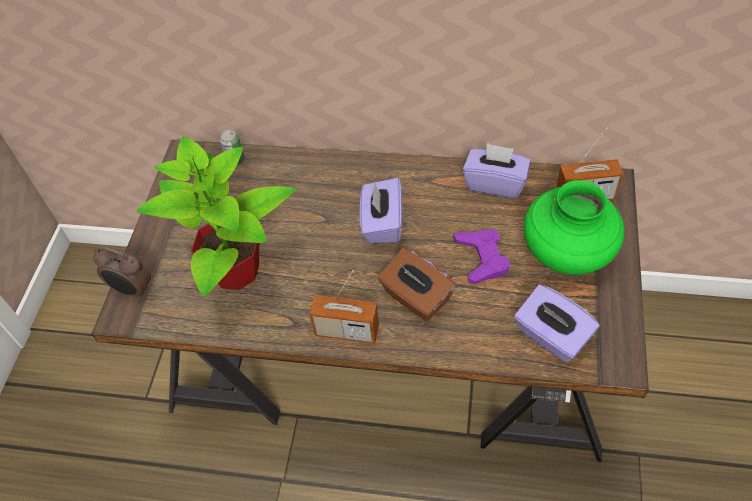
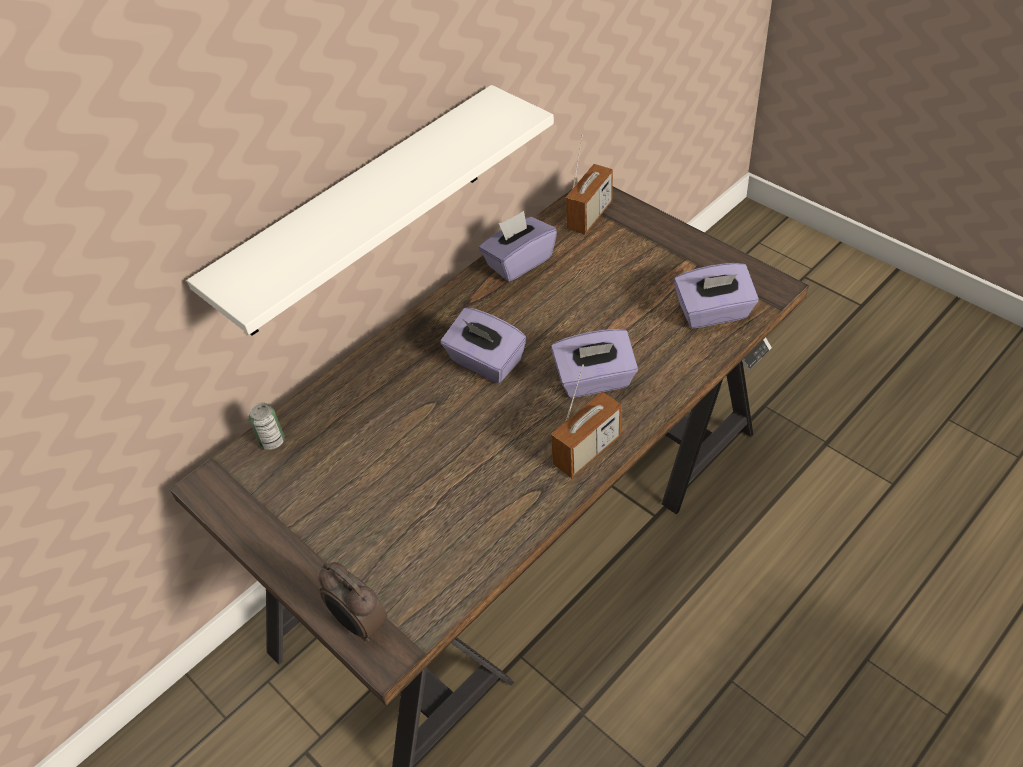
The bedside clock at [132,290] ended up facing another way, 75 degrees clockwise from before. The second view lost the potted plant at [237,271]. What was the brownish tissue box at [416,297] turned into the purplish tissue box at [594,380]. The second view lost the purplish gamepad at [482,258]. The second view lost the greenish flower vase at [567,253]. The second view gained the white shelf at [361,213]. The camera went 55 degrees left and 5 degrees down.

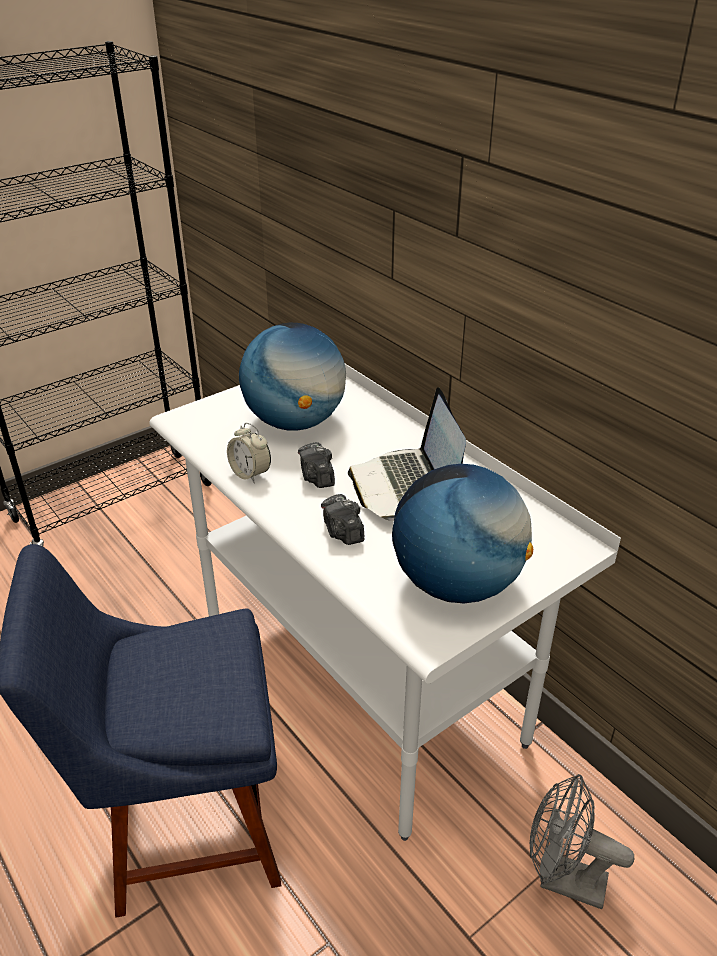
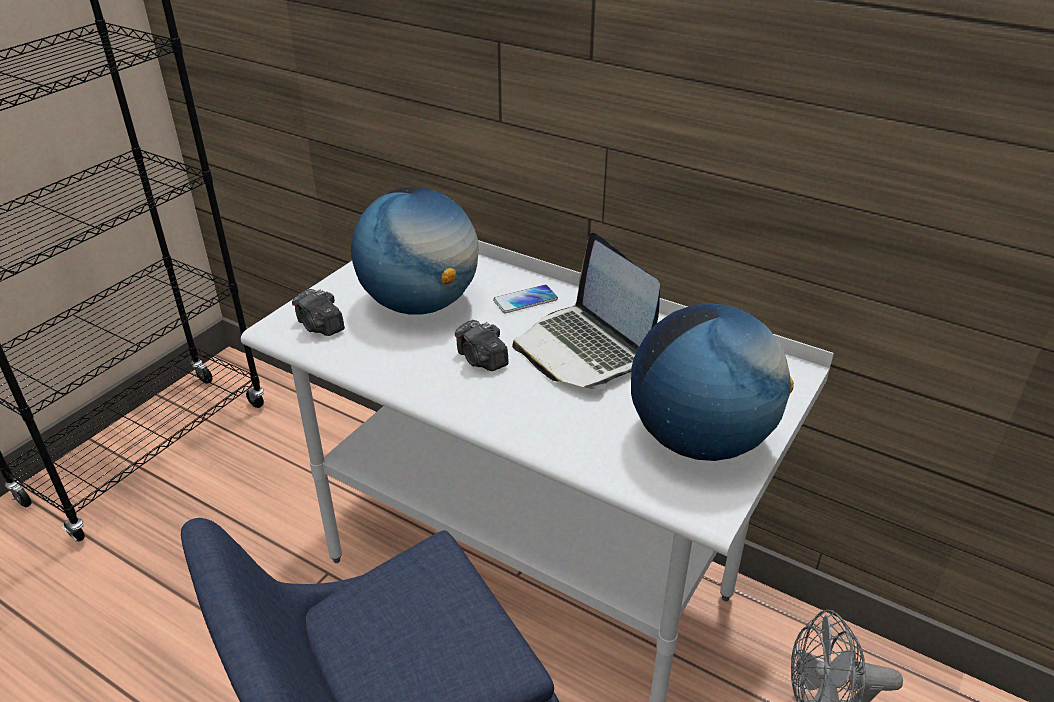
The second view lost the bedside clock at [250,473]. The photo camera ended up elsewhere, having gone from [342,532] to [320,326]. The second view gained the telephone at [525,300]. The camera went 20 degrees left and 0 degrees up.

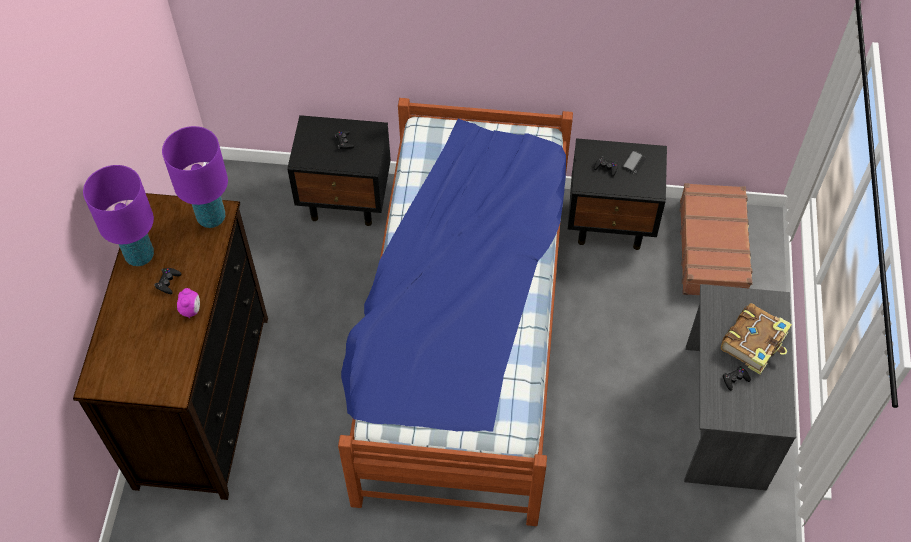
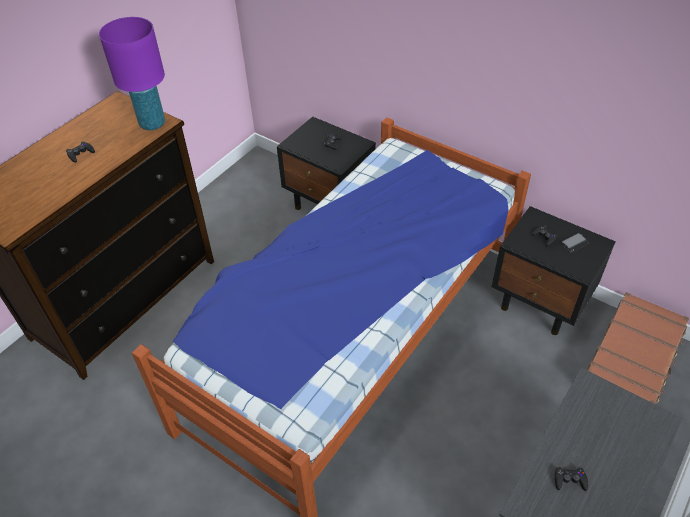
The second view lost the purplish tabletop lamp at [139,255]. The second view lost the bedside clock at [191,310]. The second view lost the book at [754,342]. The camera went 30 degrees right and 10 degrees down.

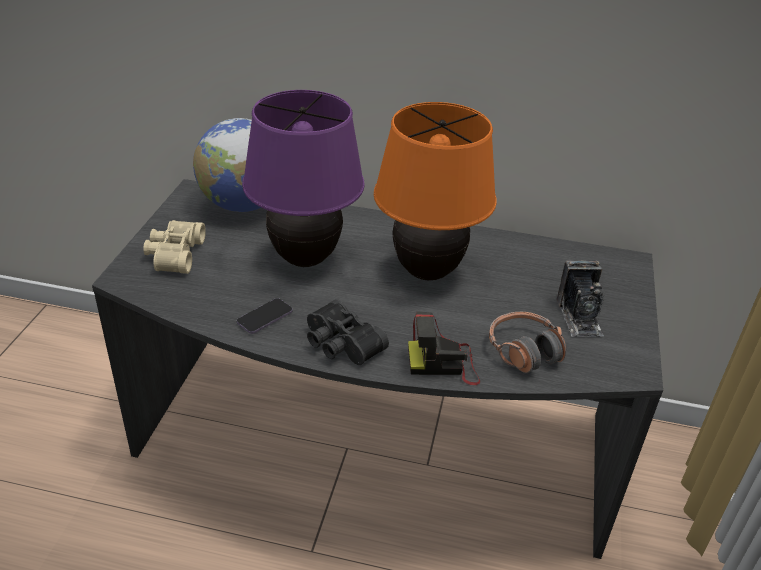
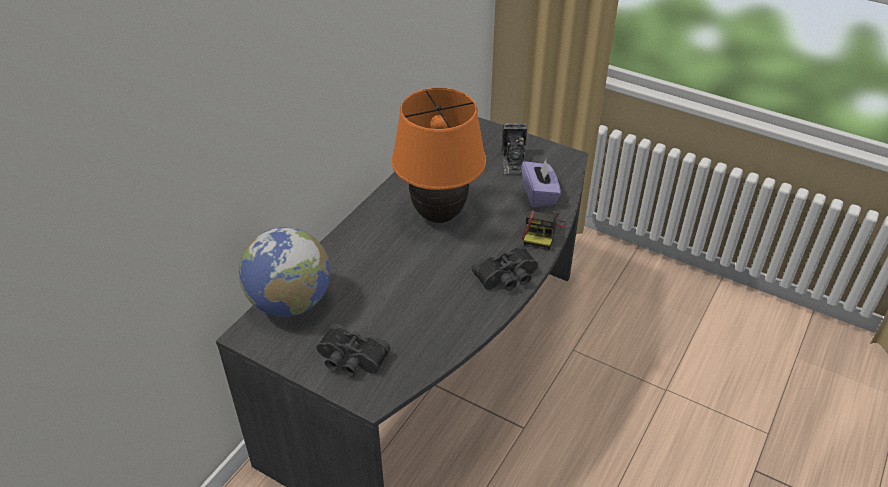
What was the sand-coloured field glasses at [174,254] turned into the black field glasses at [350,360]. The second view lost the telephone at [265,317]. The second view lost the purplish tabletop lamp at [305,258]. Where the headset stood at [524,350], the purplish tissue box came to stand at [539,194]. The photo camera at [579,317] ended up facing another way, 75 degrees clockwise from before. The camera went 70 degrees left and 5 degrees up.

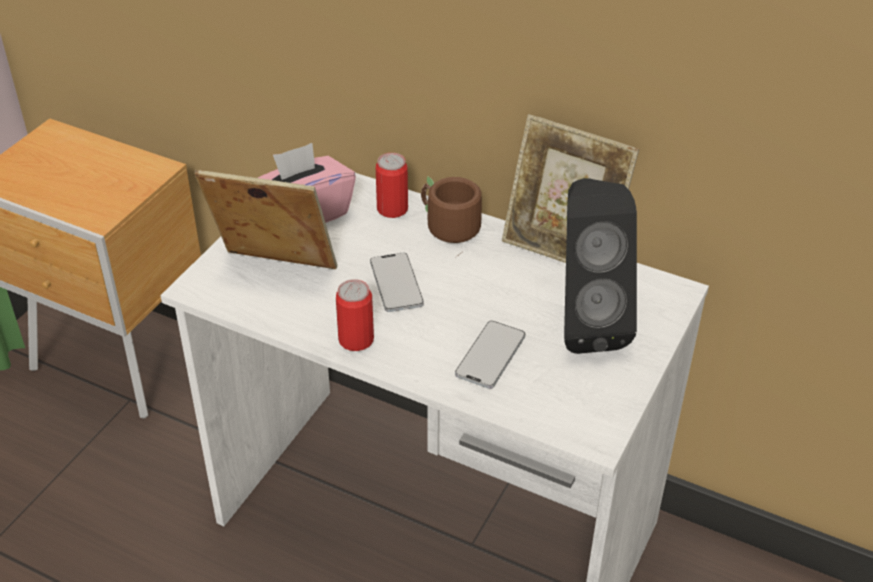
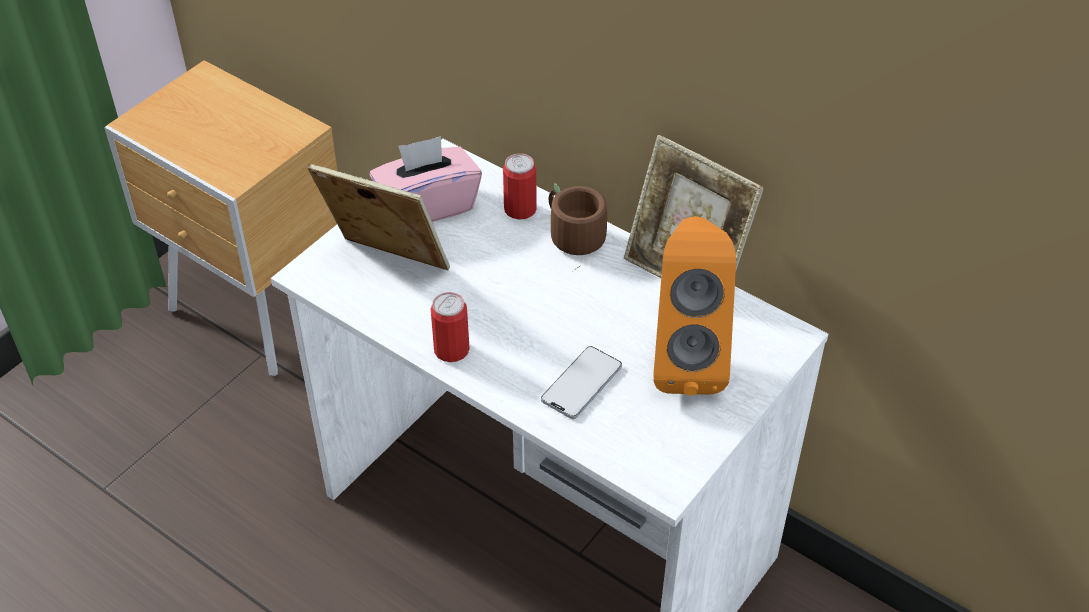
The second view lost the telephone at [396,283]. What was the black audio speaker at [584,323] turned into the orange audio speaker at [686,360]. The camera went 10 degrees right and 5 degrees up.

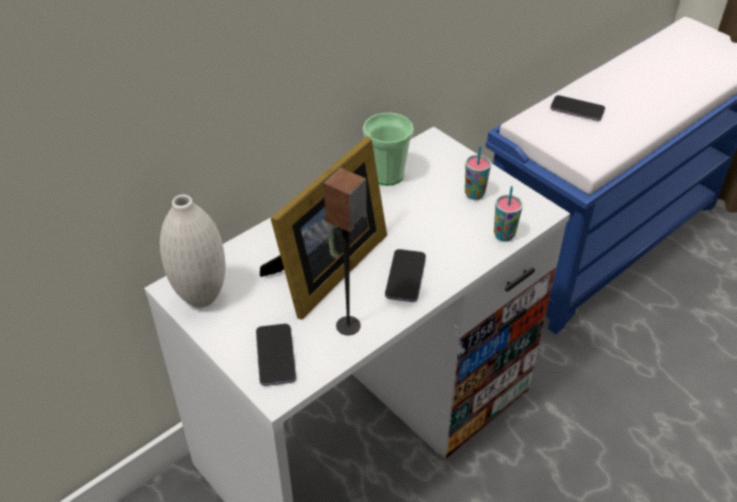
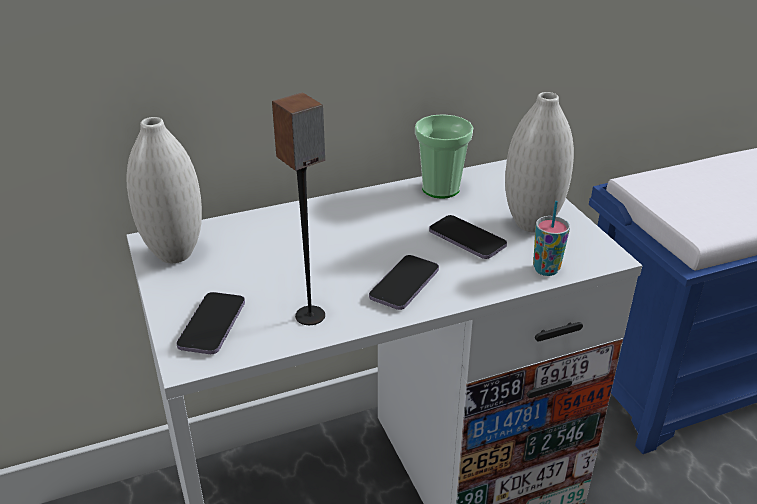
The second view lost the standing frame at [326,270]. Where the small cup stood at [474,194], the white flower vase came to stand at [531,224]. The telephone ended up elsewhere, having gone from [577,110] to [467,239]. The camera went 20 degrees right and 10 degrees down.

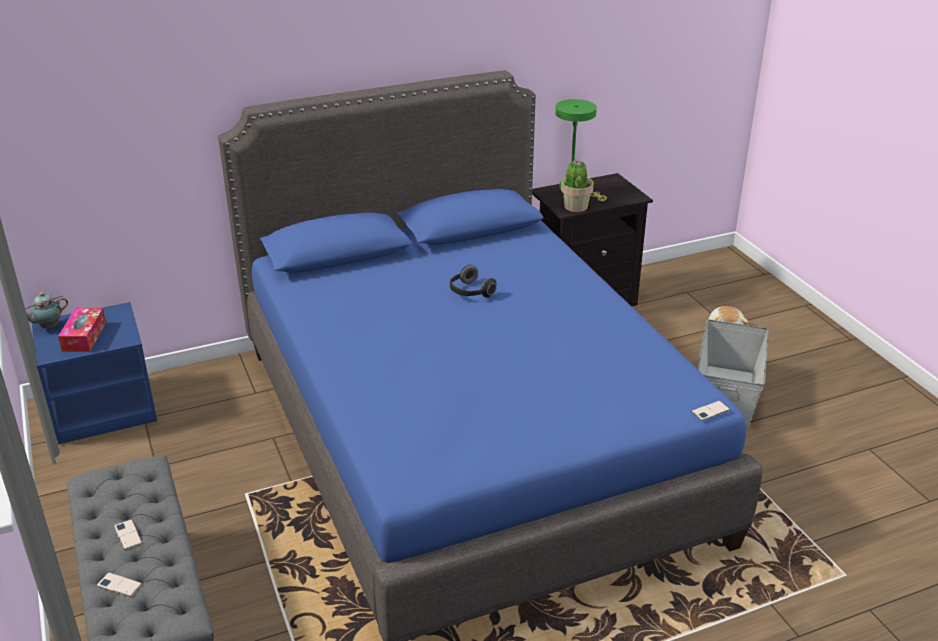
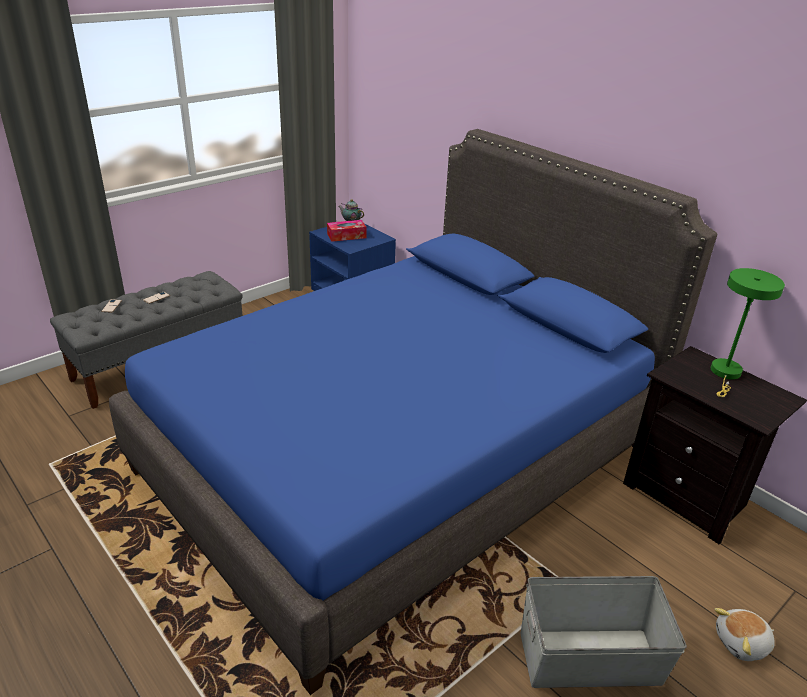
The second view lost the headset at [470,292]. The second view lost the potted plant at [575,207]. The second view lost the telephone at [710,411]. The camera went 70 degrees right and 0 degrees up.

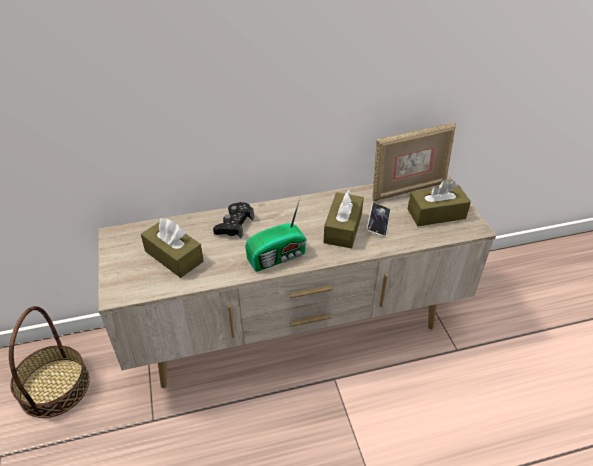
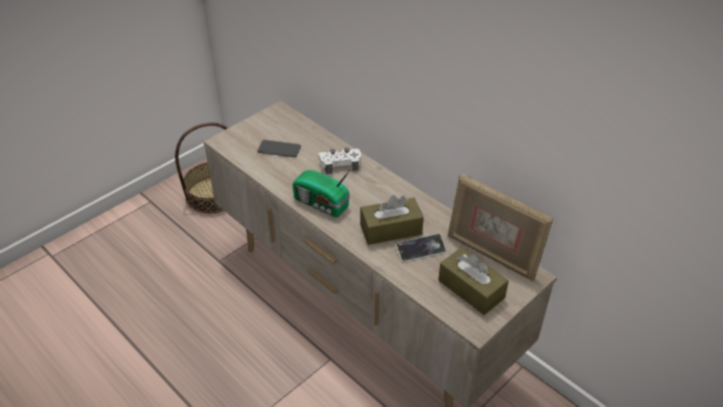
Where the brownish tissue box stood at [174,256], the telephone came to stand at [279,149]. What was the black gamepad at [234,224] turned into the white gamepad at [340,164]. The camera went 60 degrees right and 0 degrees up.

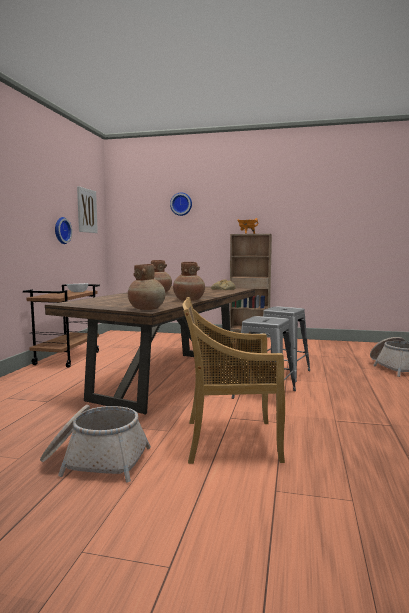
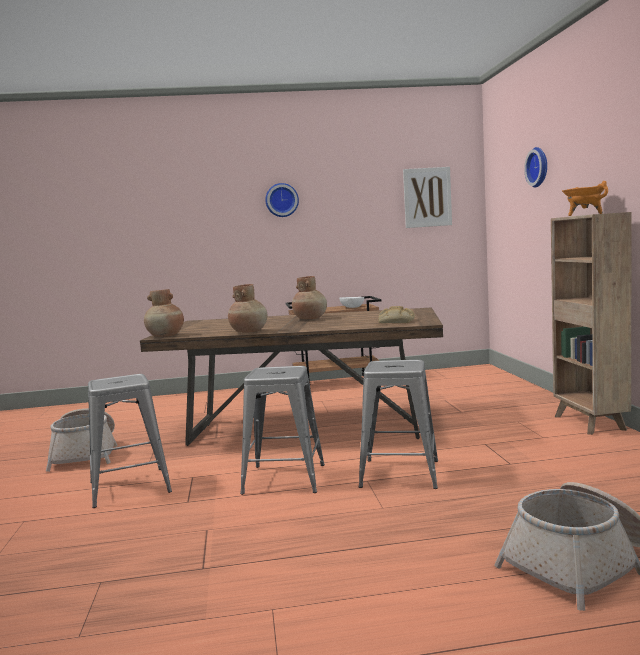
The wall clock ended up elsewhere, having gone from [61,230] to [281,200]. Where the sand-coloured plain chair stood at [229,441], the grey sitting stool came to stand at [129,487]. The camera went 70 degrees right and 0 degrees up.

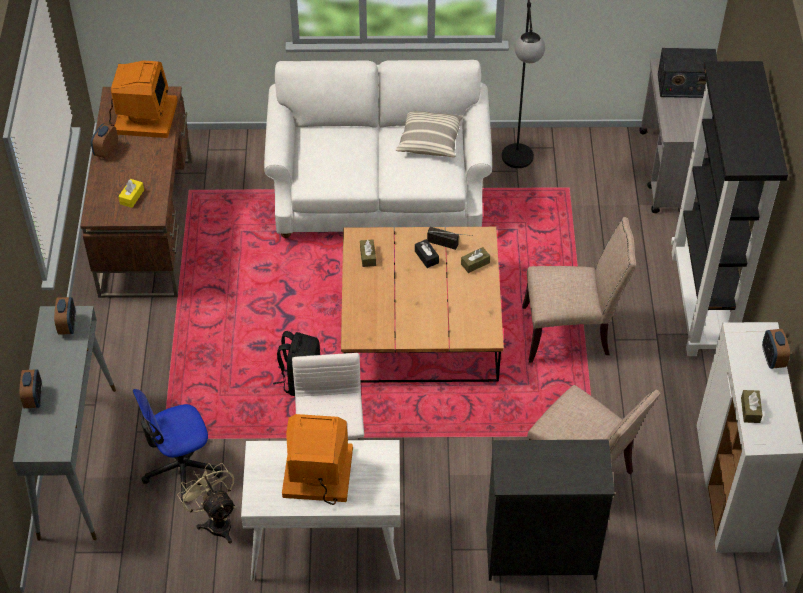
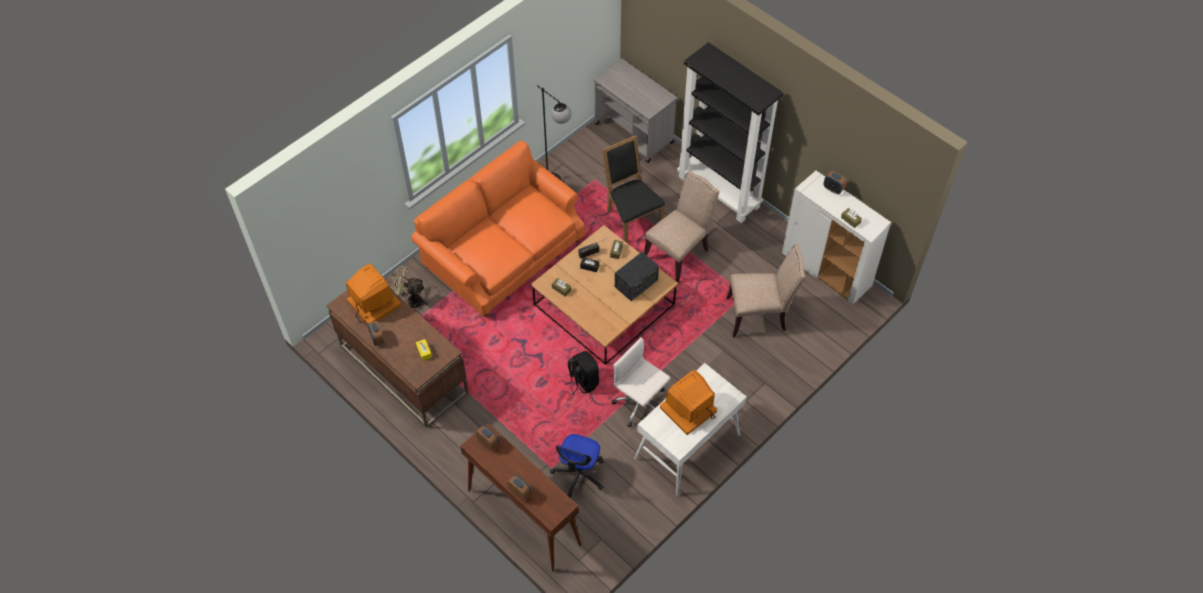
What was the grey console table at [77,461] turned into the brownish console table at [523,517]. The sand-coloured fan ended up elsewhere, having gone from [216,521] to [410,301]. What was the white couch at [380,191] turned into the orange couch at [504,253]. The second view lost the pillow at [429,140]. The second view lost the black chest of drawers at [540,553]. The radio receiver ended up elsewhere, having gone from [685,85] to [636,283]. The second view gained the black plain chair at [631,217]. The camera went 45 degrees left and 5 degrees up.

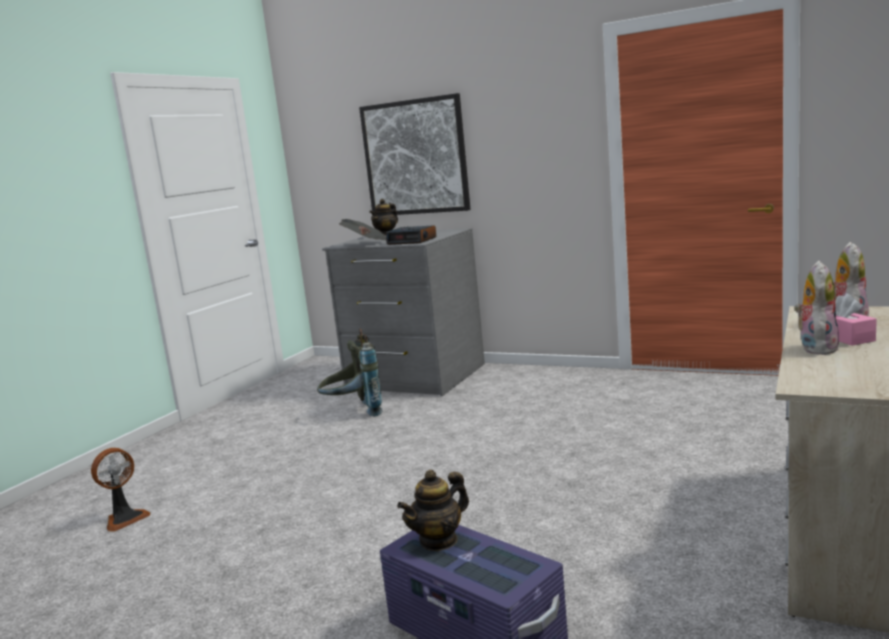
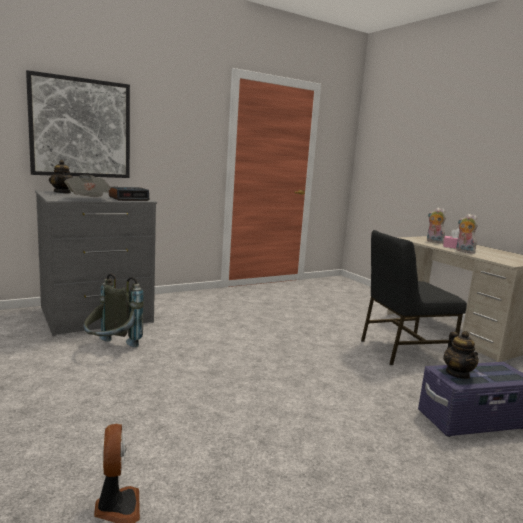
The second view gained the black plain chair at [403,350]. The camera went 60 degrees left and 0 degrees up.

